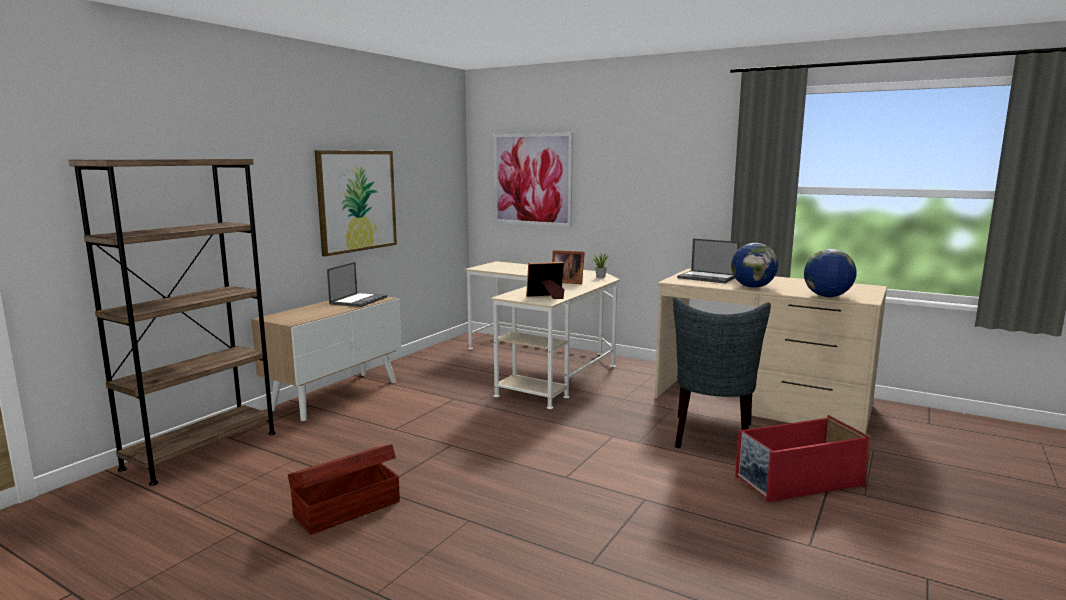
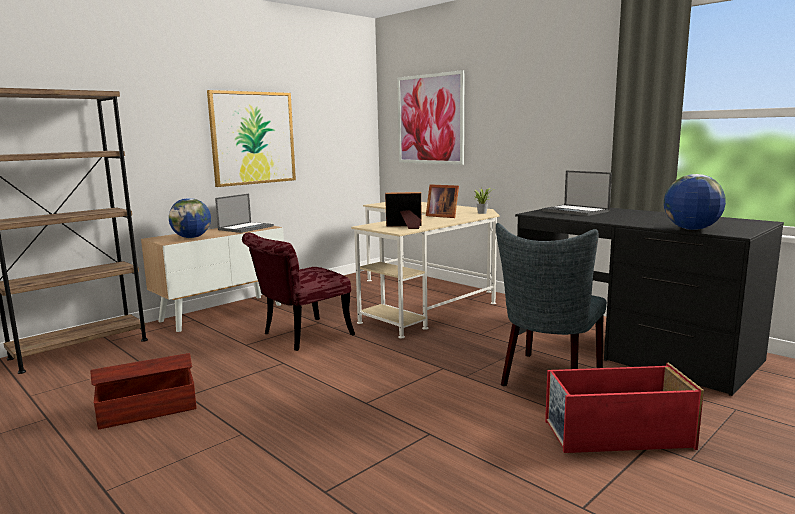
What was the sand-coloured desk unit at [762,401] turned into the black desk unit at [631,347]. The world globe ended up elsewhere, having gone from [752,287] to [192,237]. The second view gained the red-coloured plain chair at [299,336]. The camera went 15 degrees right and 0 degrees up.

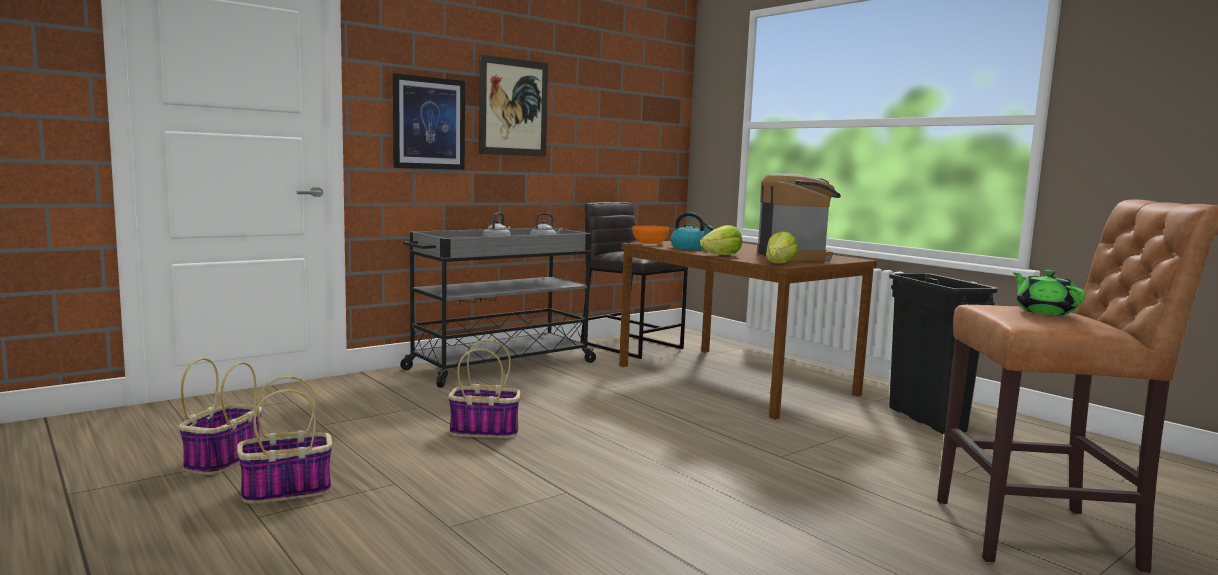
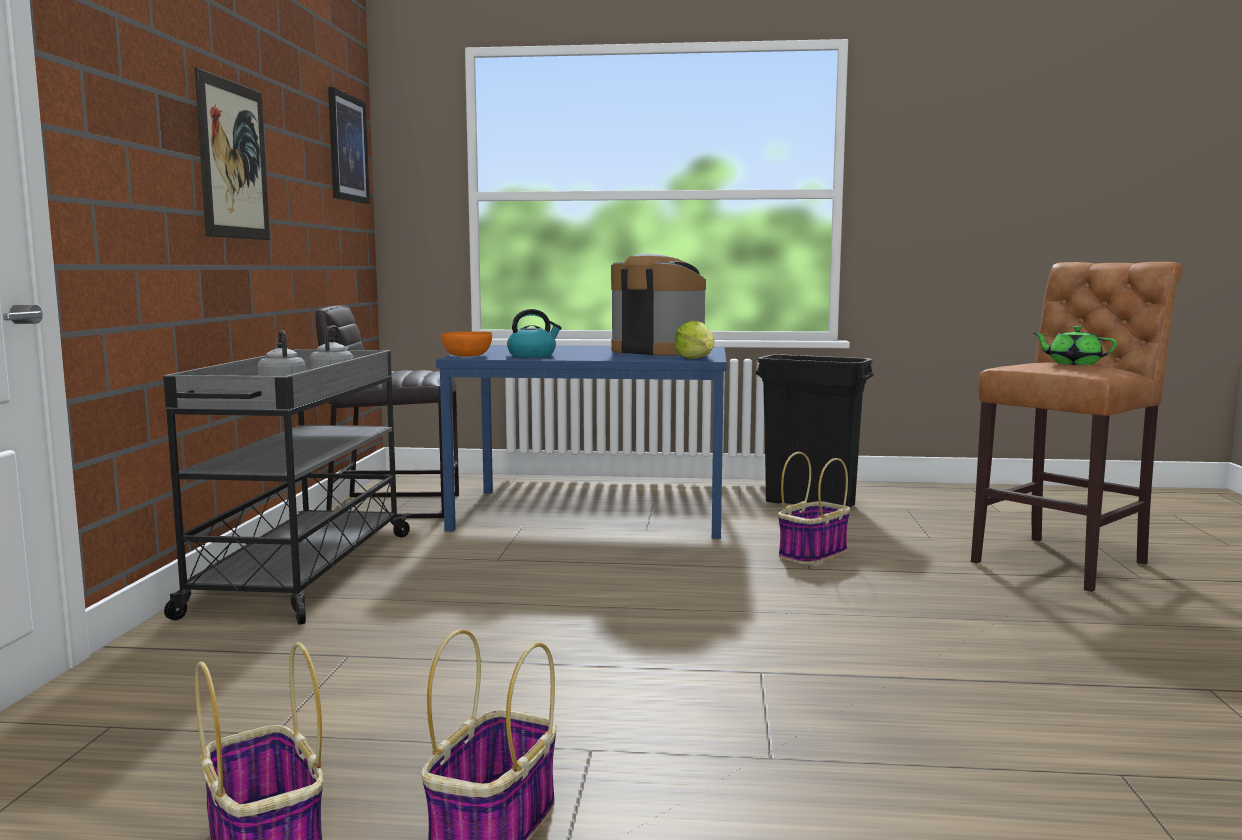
The picture ended up elsewhere, having gone from [429,123] to [347,148]. The basket ended up elsewhere, having gone from [486,431] to [813,554]. What was the brownish kitchen table at [732,379] turned into the bluish kitchen table at [589,513]. The second view lost the lettuce at [721,255]. The camera went 45 degrees left and 0 degrees up.

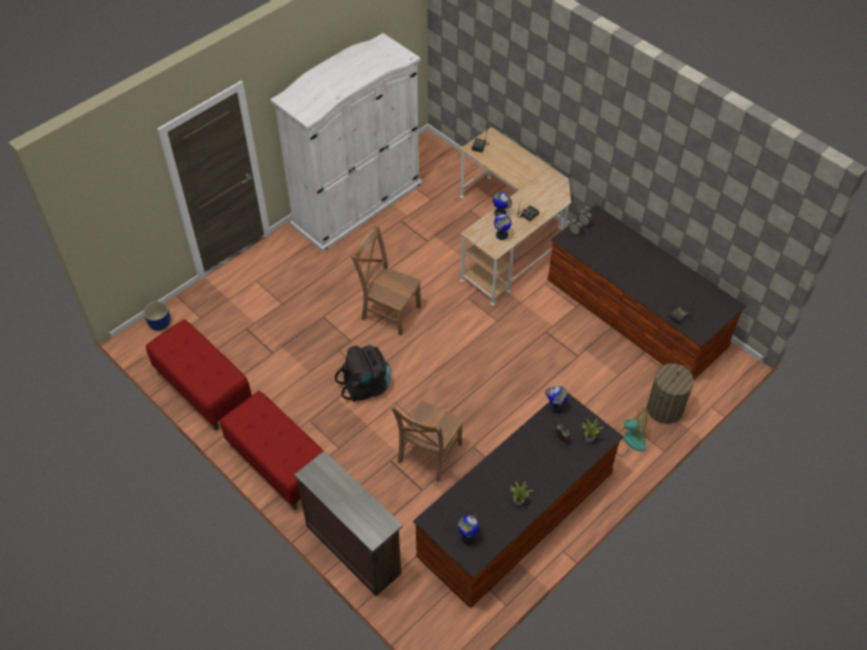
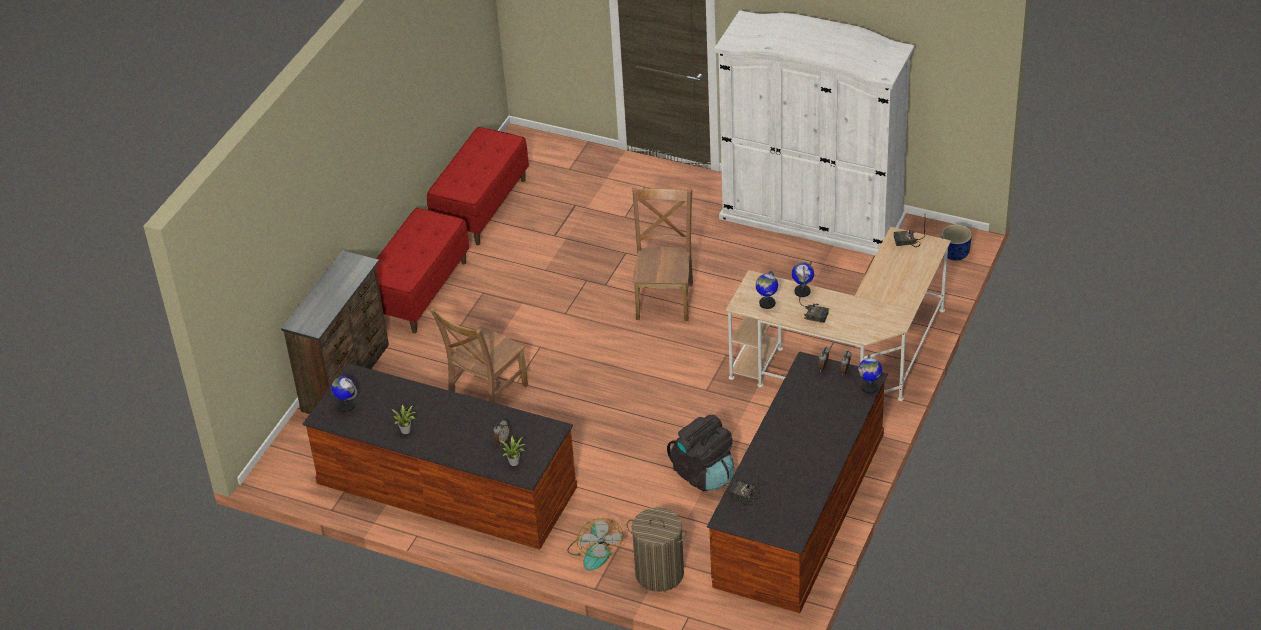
The bluish planter ended up elsewhere, having gone from [160,323] to [955,253]. The black backpack ended up elsewhere, having gone from [366,386] to [704,474]. The brownish plain chair at [428,455] ended up facing another way, 60 degrees counterclockwise from before. The world globe ended up elsewhere, having gone from [555,407] to [869,388]. The camera went 70 degrees right and 10 degrees down.

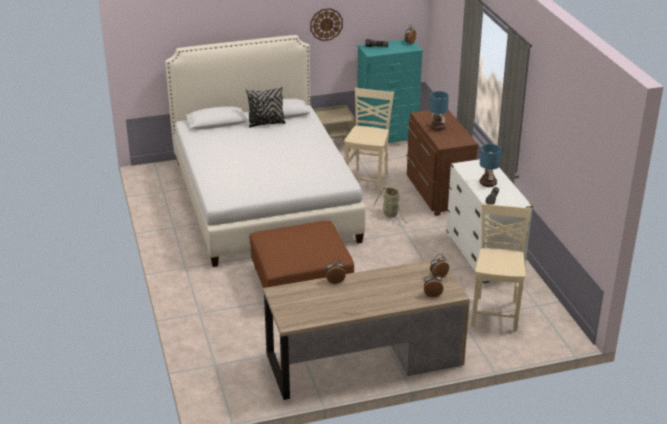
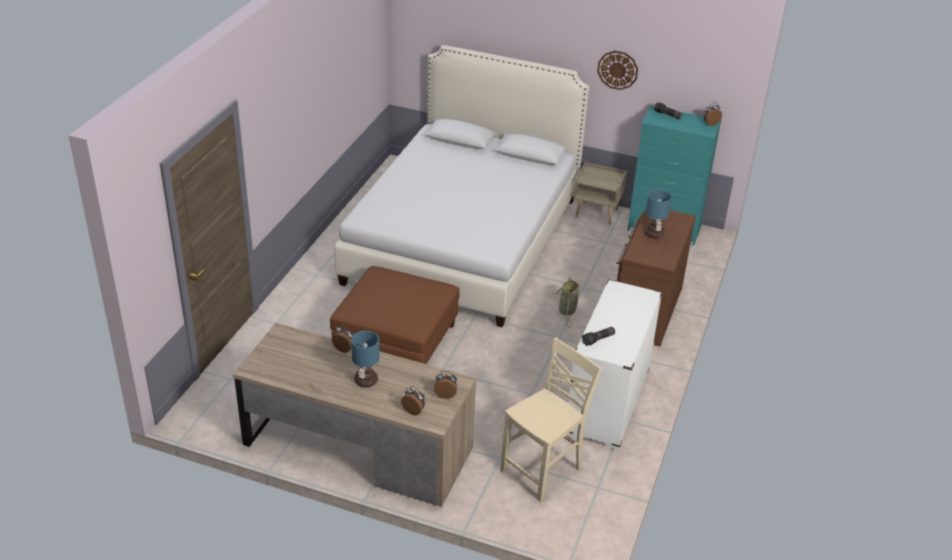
The second view lost the black pillow at [266,123]. The second view lost the sand-coloured plain chair at [367,181]. The tabletop lamp ended up elsewhere, having gone from [487,183] to [366,379]. The camera went 35 degrees right and 5 degrees up.

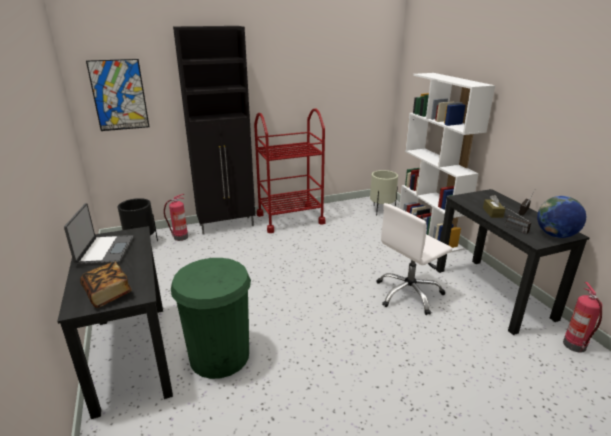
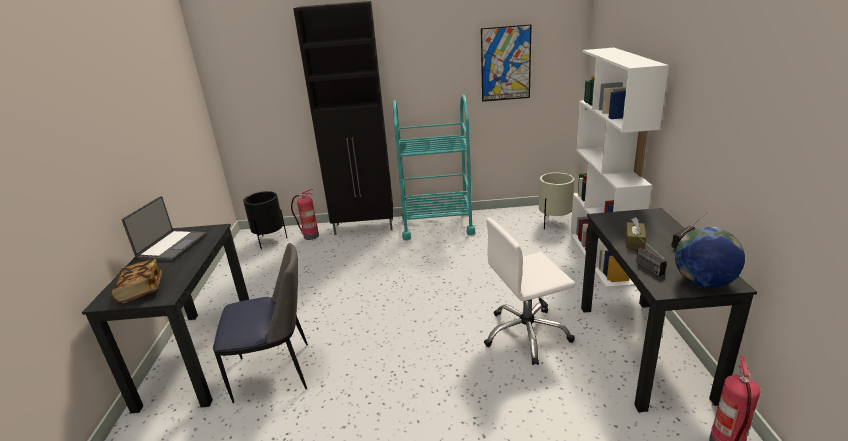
The picture ended up elsewhere, having gone from [119,95] to [505,64]. Where the greenish trash can stood at [219,355], the plain chair came to stand at [276,372]. What was the red-coloured wheeled cart at [290,219] turned into the turquoise wheeled cart at [437,225]. The camera went 20 degrees right and 0 degrees up.

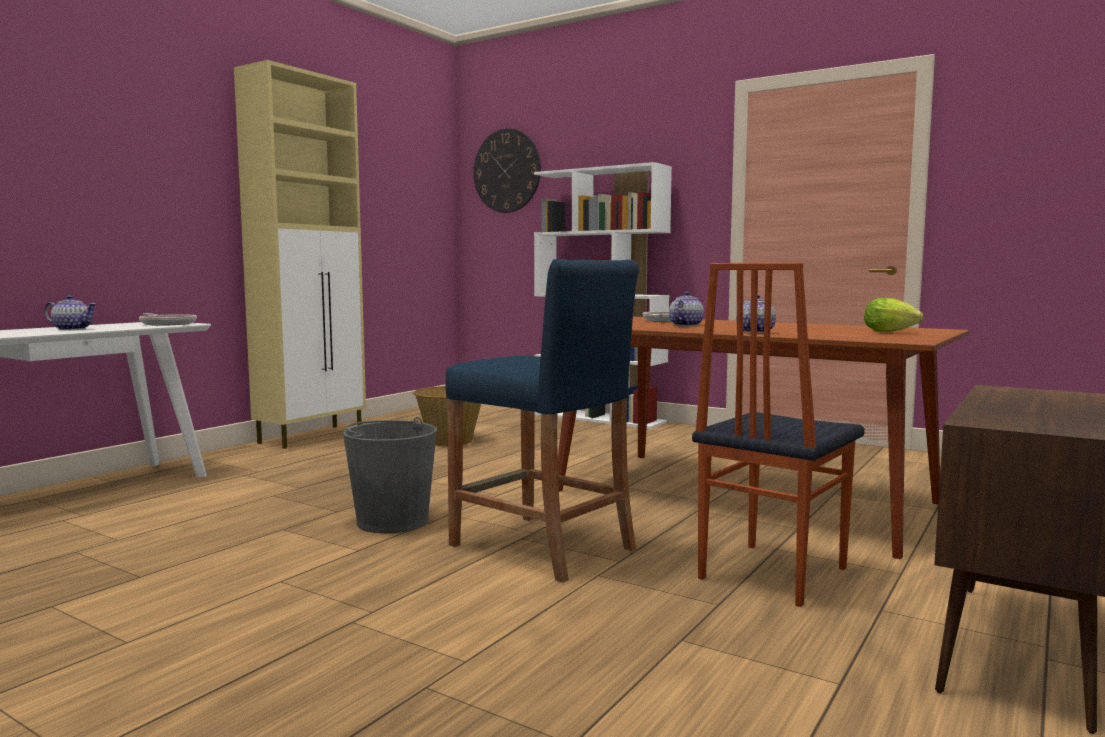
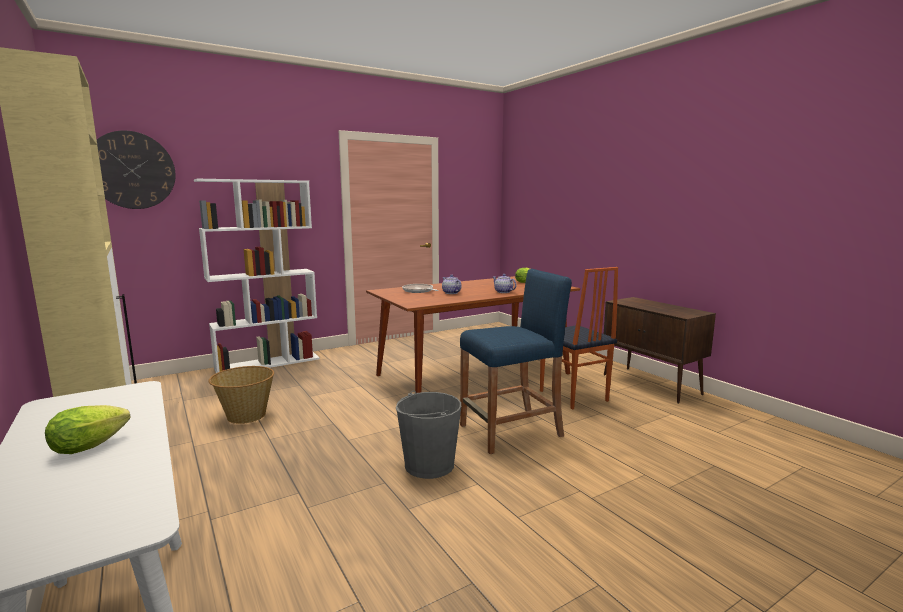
Where the teapot stood at [72,329], the lettuce came to stand at [93,445]. The second view lost the pan at [167,324]. The camera went 65 degrees left and 5 degrees up.

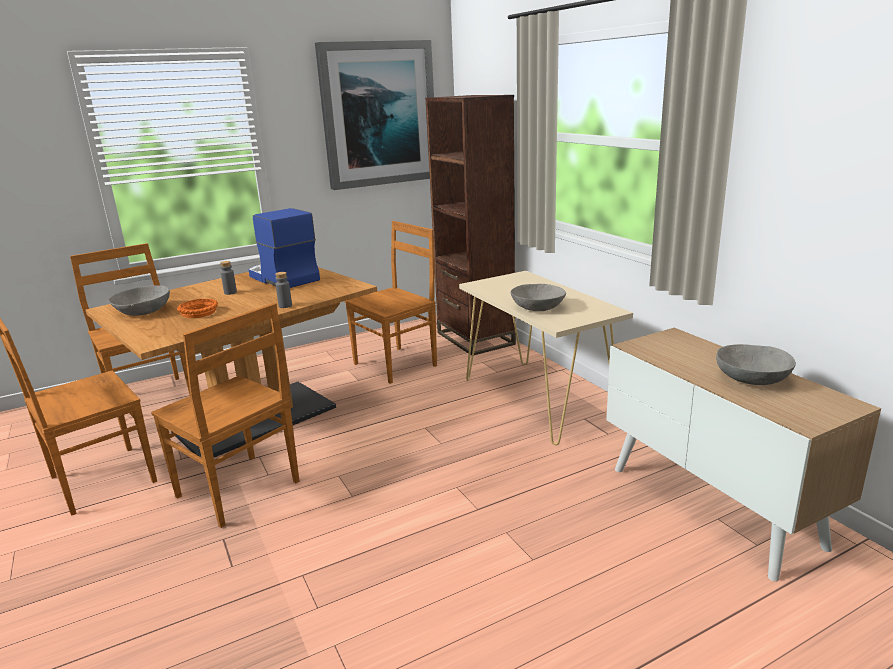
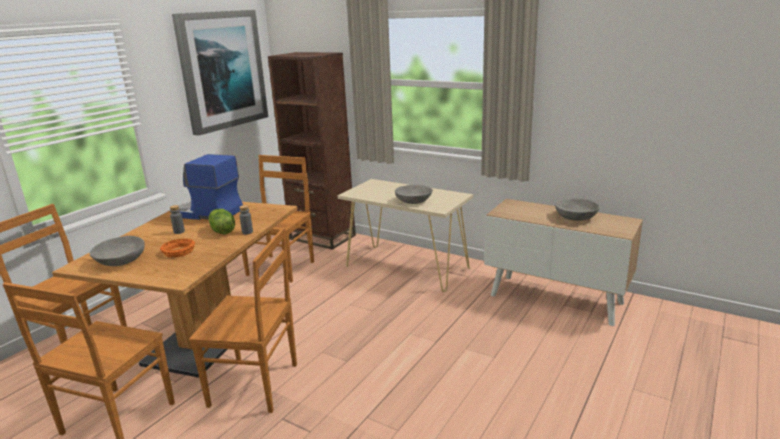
The second view gained the lettuce at [222,231]. The camera went 30 degrees left and 0 degrees up.

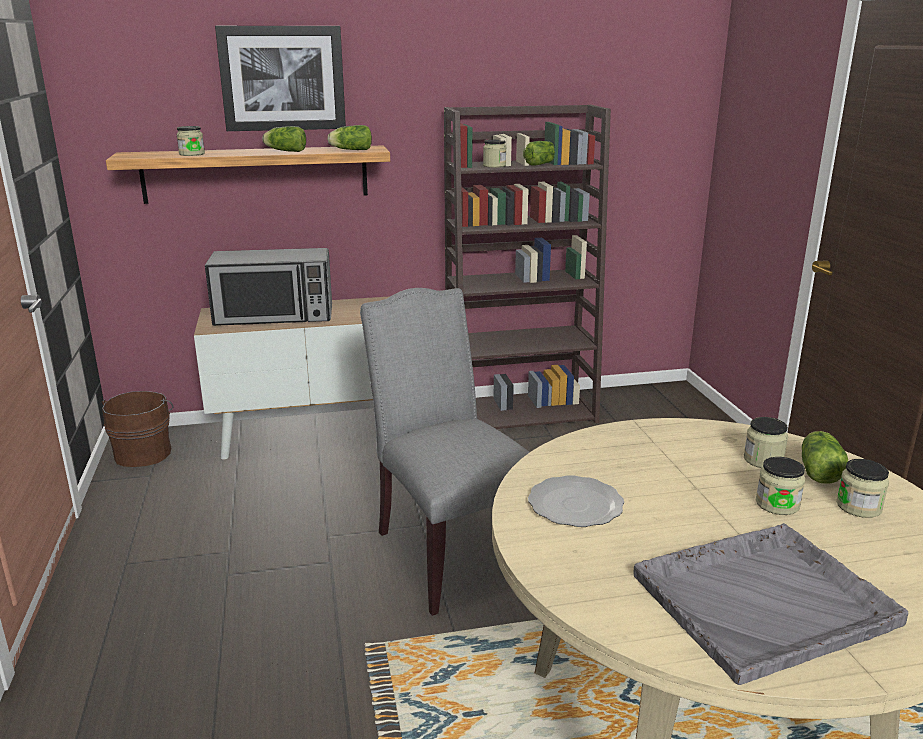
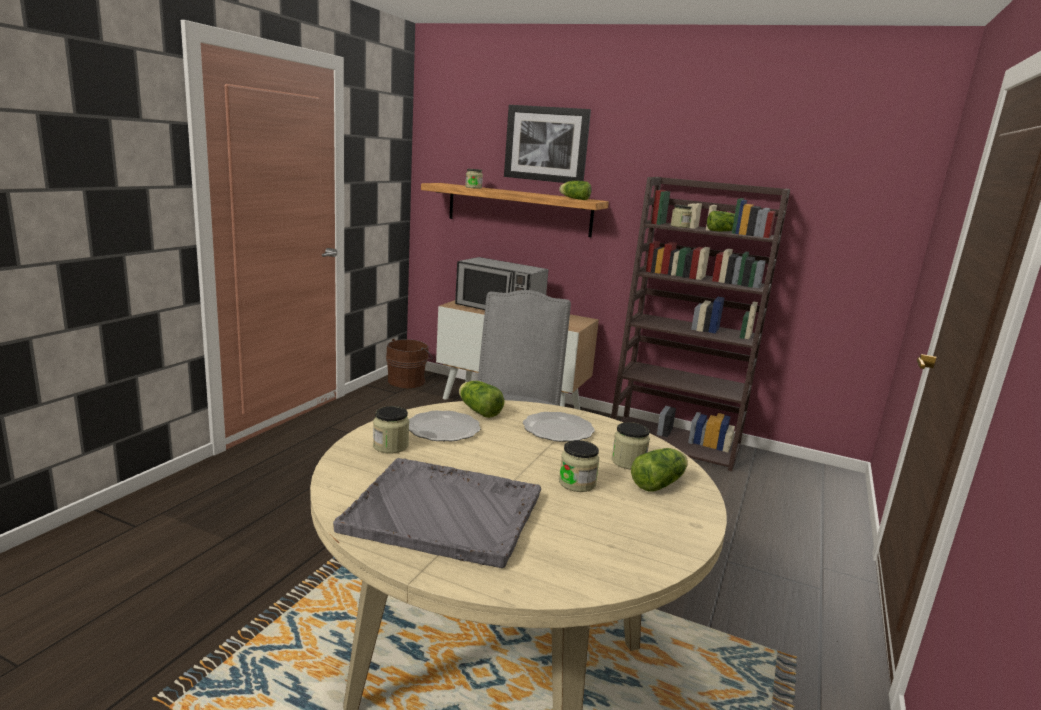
The lettuce ended up elsewhere, having gone from [284,151] to [478,410]. The preserve jar ended up elsewhere, having gone from [858,507] to [390,446]. The second view gained the flat dish at [558,430]. The camera went 35 degrees right and 5 degrees down.

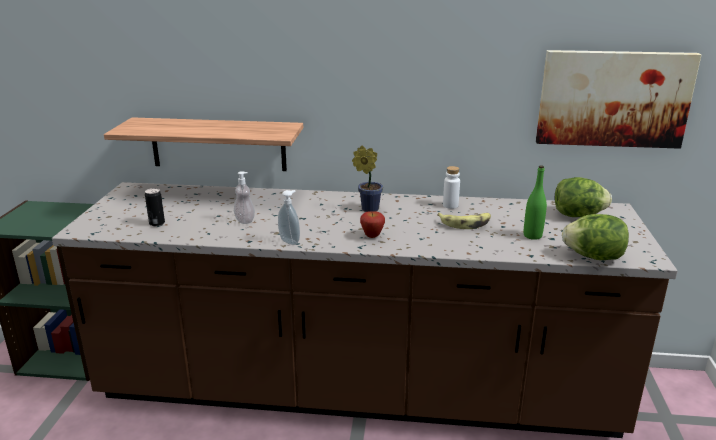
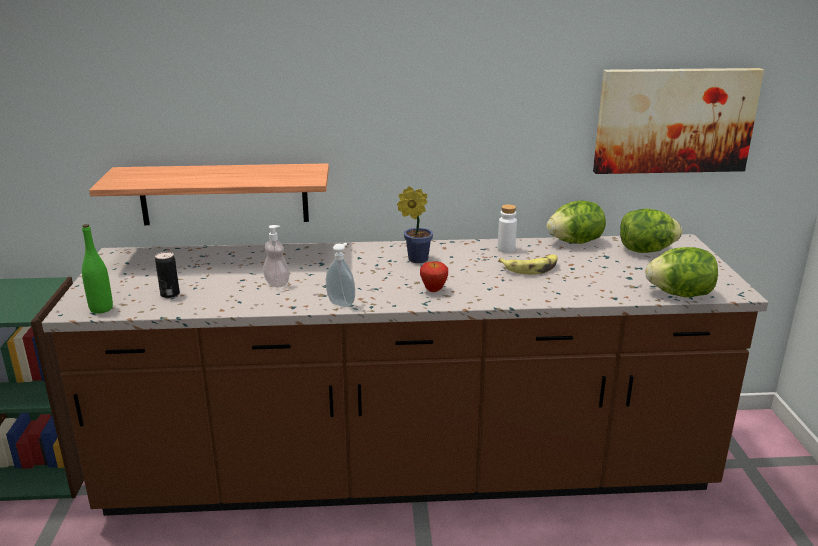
The greenish bottle ended up elsewhere, having gone from [532,236] to [101,309]. The second view gained the lettuce at [575,242]. The camera went 10 degrees left and 0 degrees up.

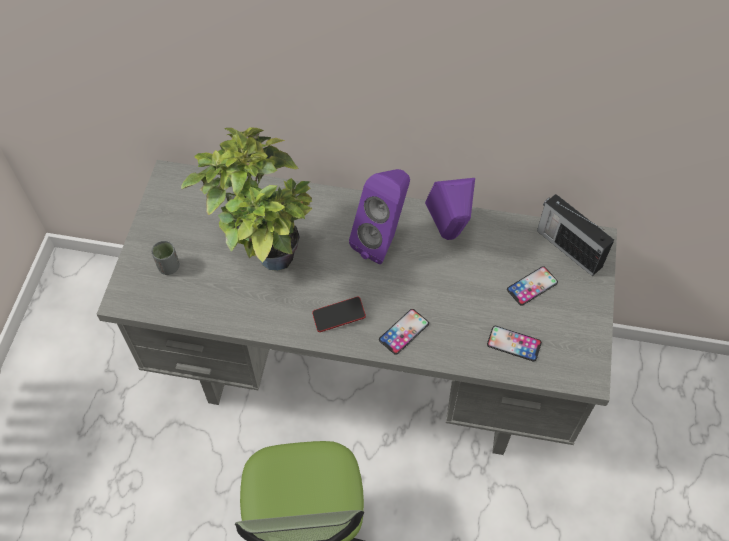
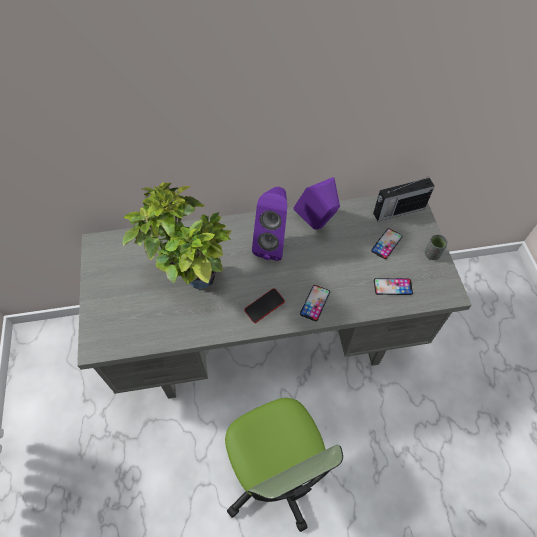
The grey small cup ended up elsewhere, having gone from [169,267] to [432,254]. The radio receiver at [568,247] ended up facing another way, 45 degrees counterclockwise from before. The camera went 20 degrees left and 0 degrees up.

